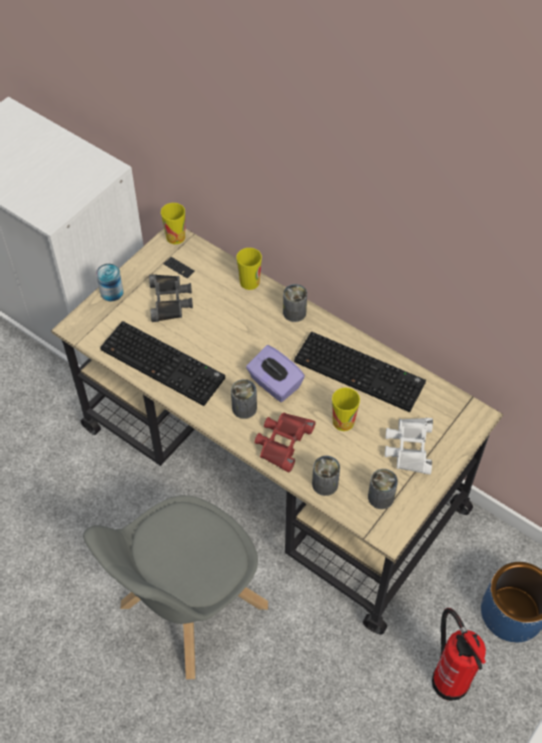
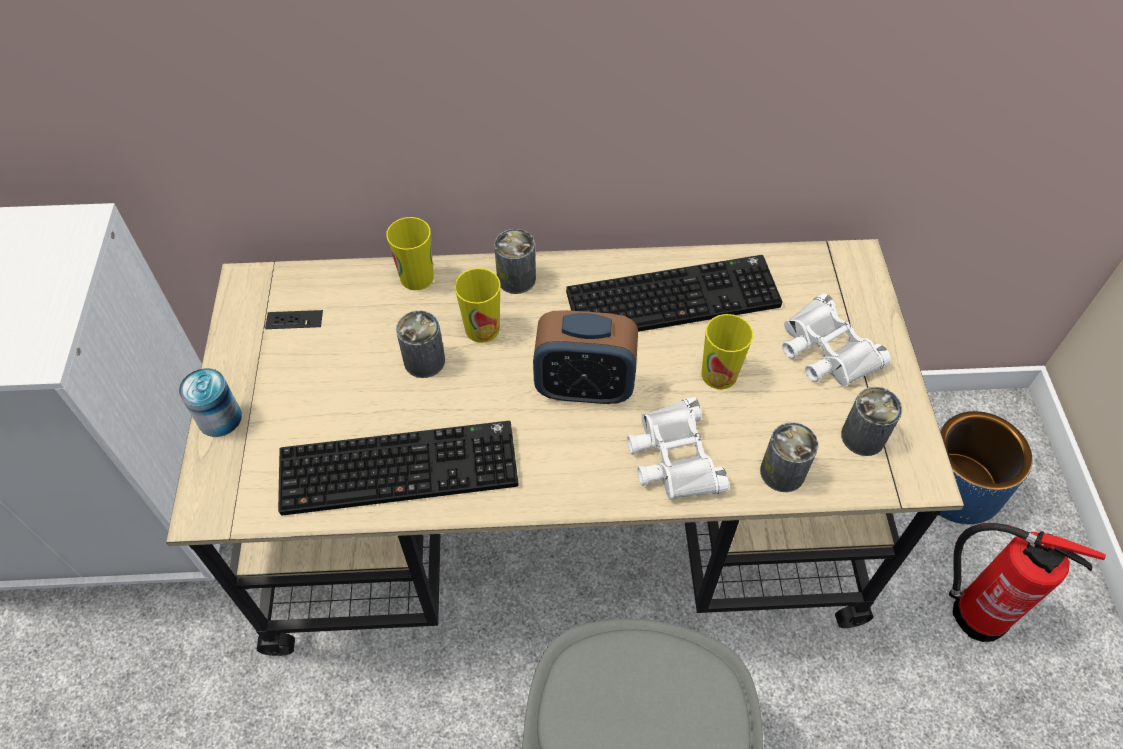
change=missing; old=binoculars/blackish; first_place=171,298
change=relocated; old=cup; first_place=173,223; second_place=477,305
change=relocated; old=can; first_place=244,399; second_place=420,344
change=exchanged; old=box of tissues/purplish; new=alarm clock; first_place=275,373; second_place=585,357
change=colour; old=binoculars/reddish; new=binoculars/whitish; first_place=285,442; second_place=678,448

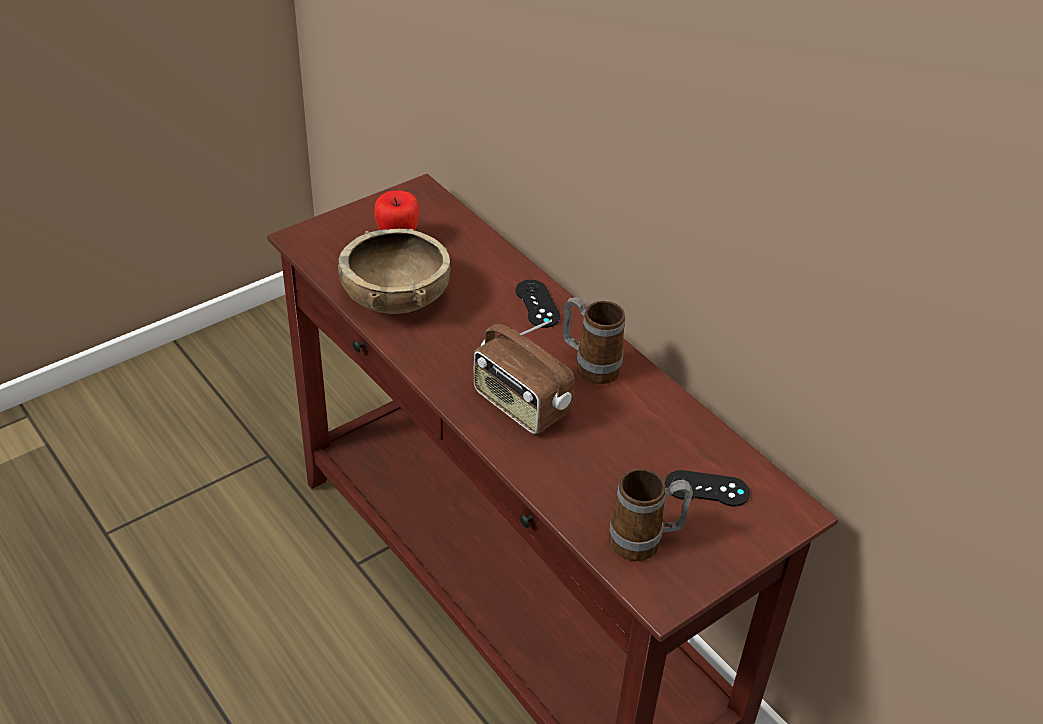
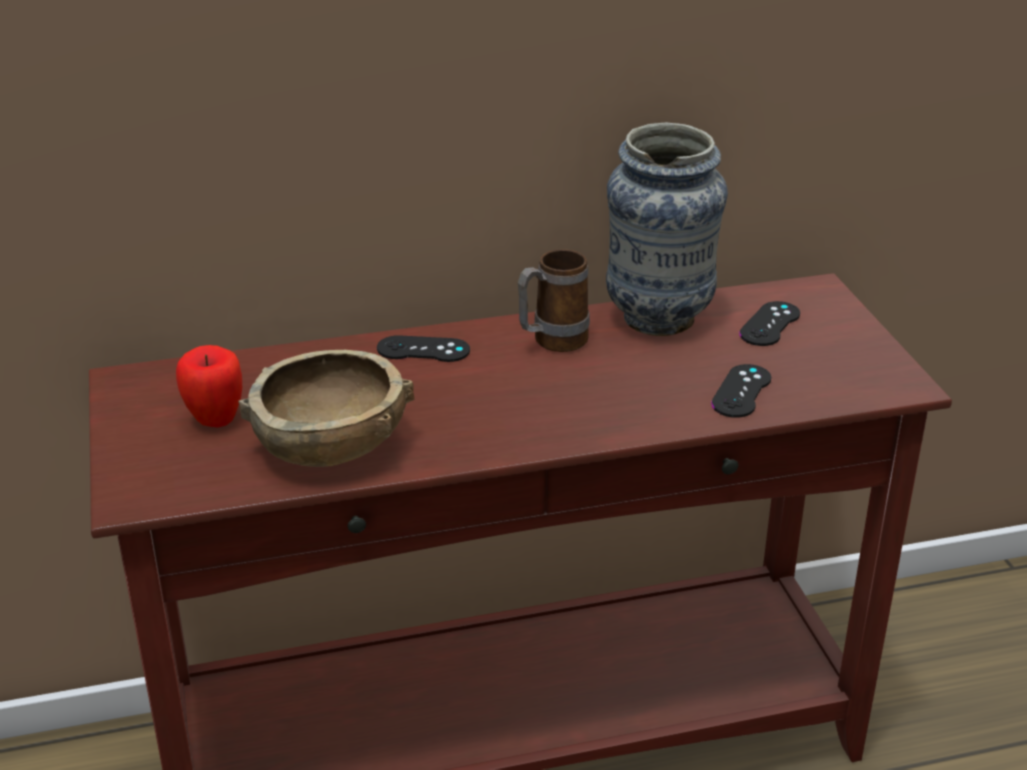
change=missing; old=radio set; first_place=524,377
change=missing; old=coffee mug; first_place=651,515
change=appeared; new=flower vase; second_place=667,229
change=appeared; new=joypad/blackish; second_place=741,391

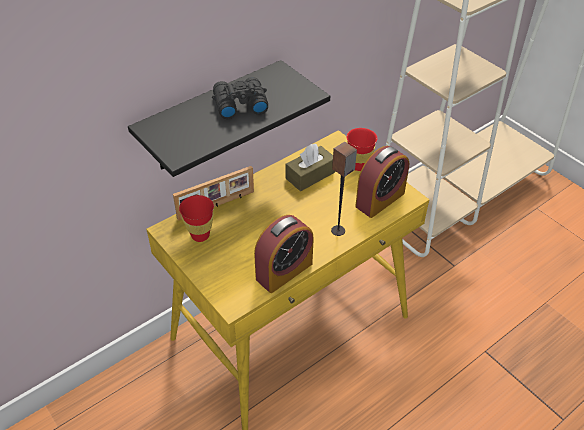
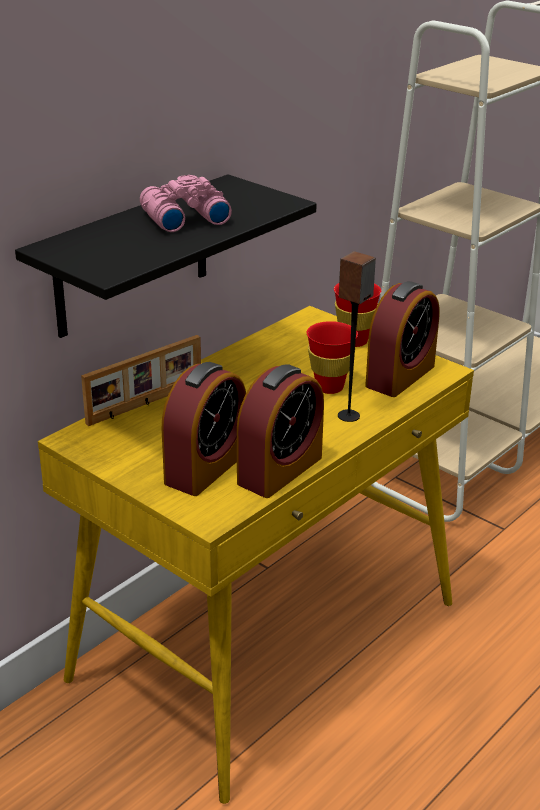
change=missing; old=box of tissues/brown-coloured; first_place=310,167
change=appeared; new=alarm clock; second_place=204,429
change=relocated; old=cup/reddish; first_place=196,218; second_place=332,357
change=colour; old=binoculars/blackish; new=binoculars/pink-coloured; first_place=240,98; second_place=186,203

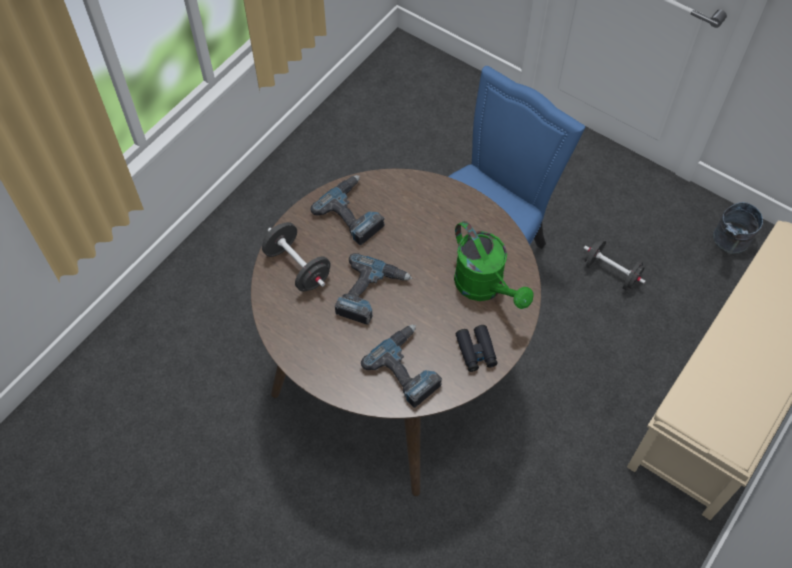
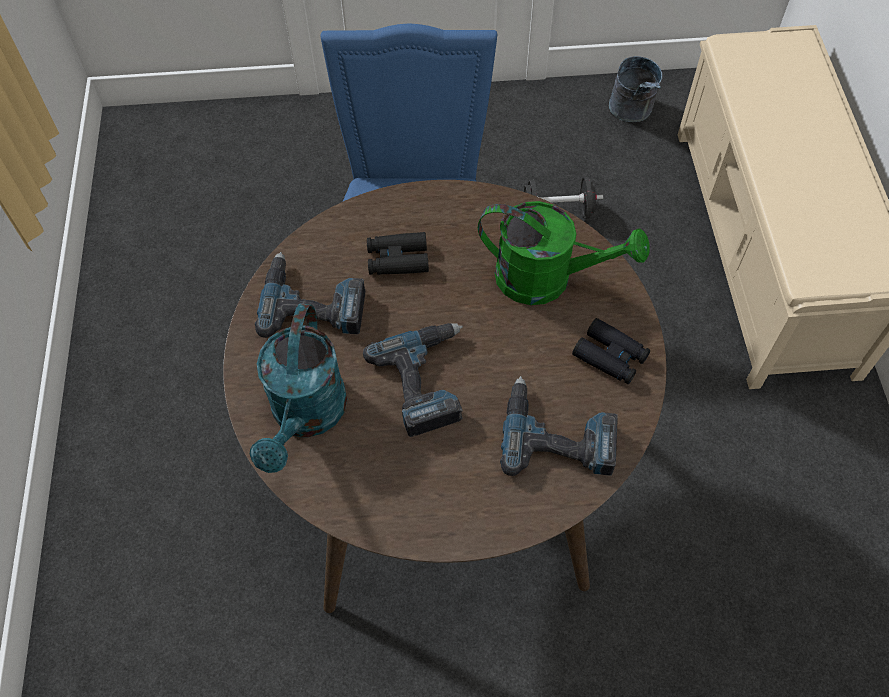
change=appeared; new=binoculars/blackish; second_place=398,253
change=exchanged; old=hand weight/blackish; new=watering can/turquoise-coloured; first_place=296,256; second_place=298,388

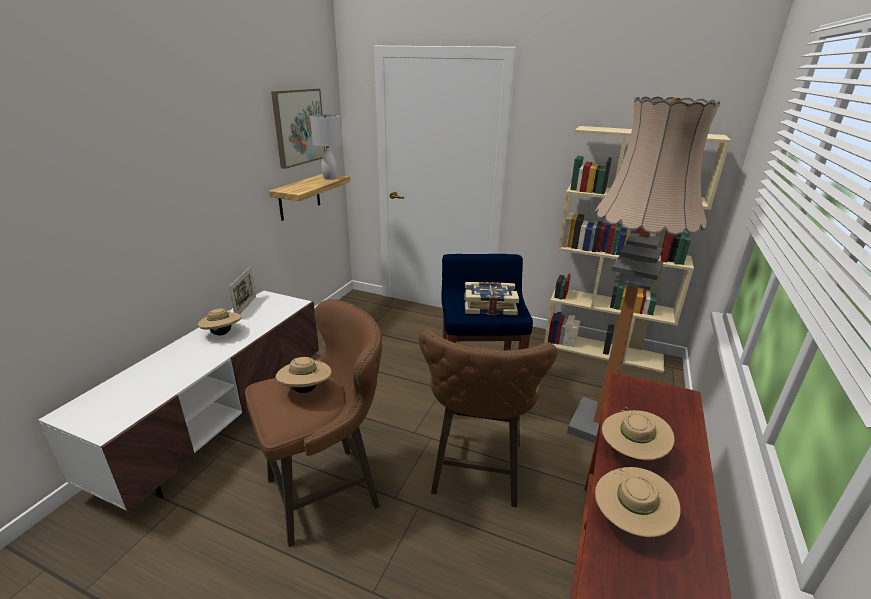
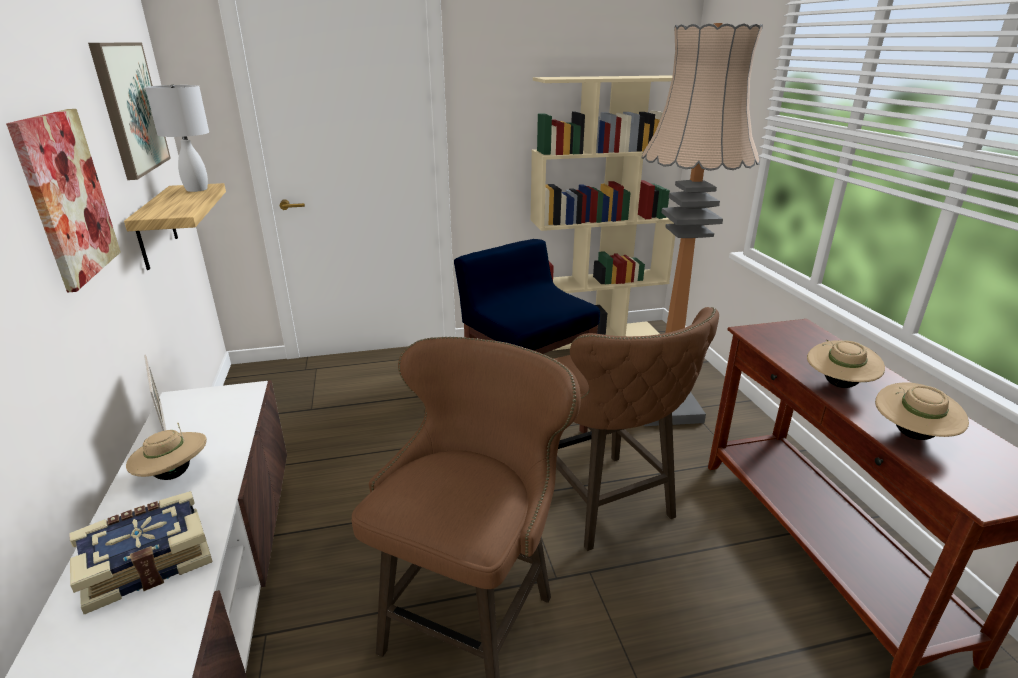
change=missing; old=hat/sand-coloured; first_place=304,375
change=appeared; new=wall art; second_place=63,200
change=relocated; old=bound book; first_place=491,298; second_place=141,552

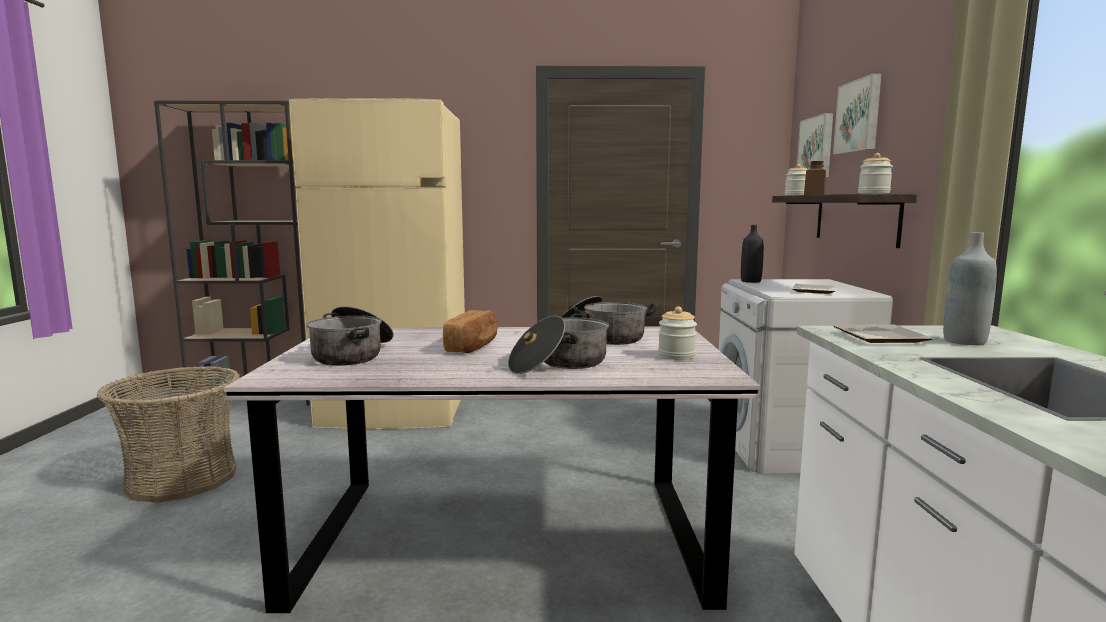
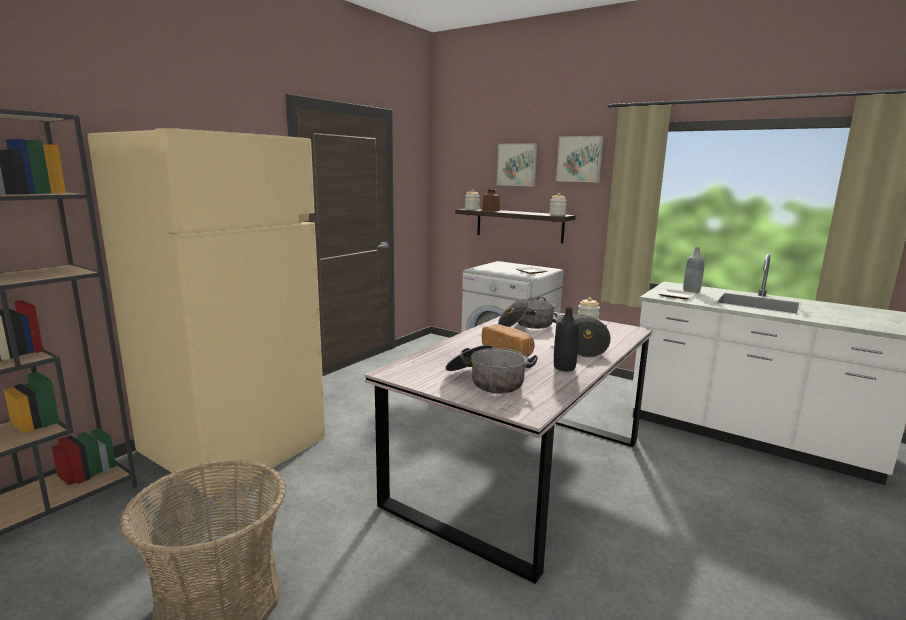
change=relocated; old=bottle/blackish; first_place=752,254; second_place=566,339
change=relocated; old=wall art; first_place=815,145; second_place=580,159

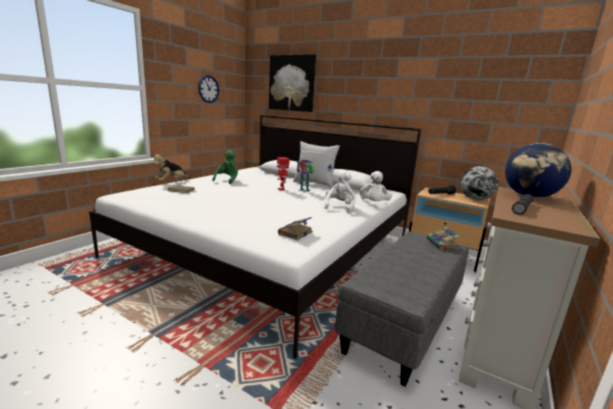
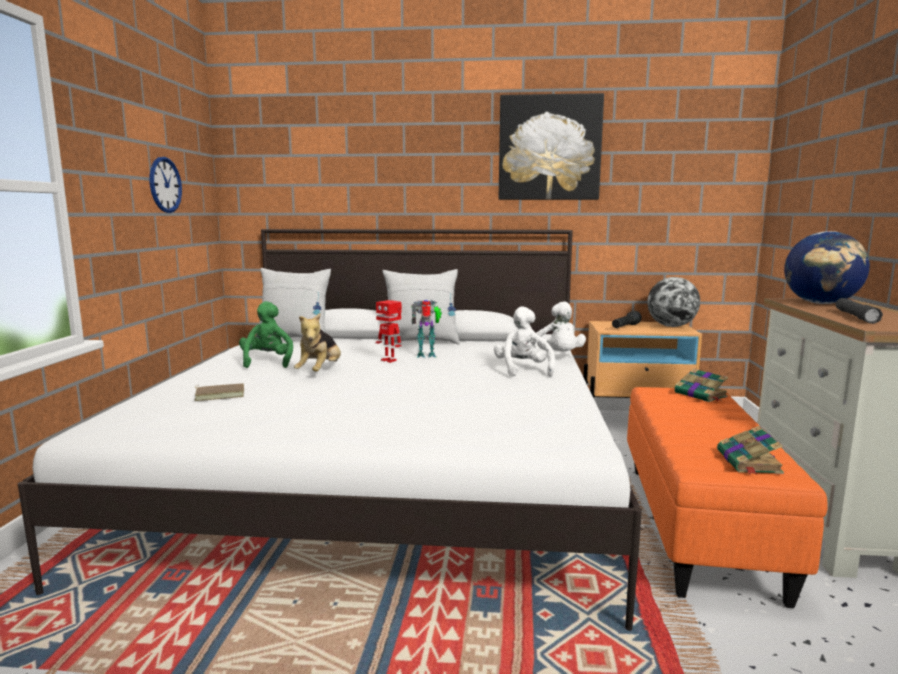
change=appeared; new=throw pillow/gray; second_place=293,303
change=relocated; old=cuddly toy; first_place=171,167; second_place=317,342
change=relocated; old=wall art; first_place=292,83; second_place=551,146
change=relocated; old=bound book; first_place=295,228; second_place=750,450
change=colour; old=footrest/gray; new=footrest/orangey; first_place=402,309; second_place=727,497

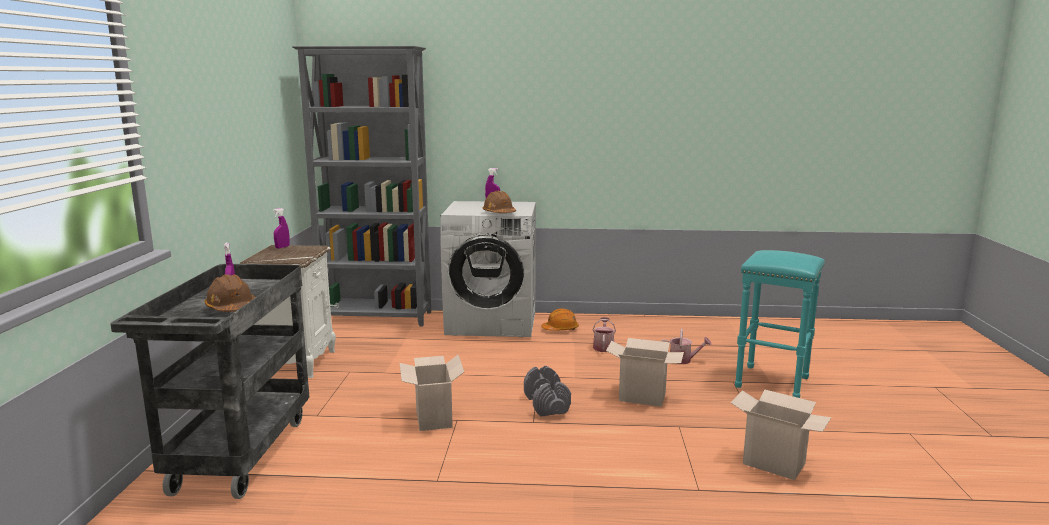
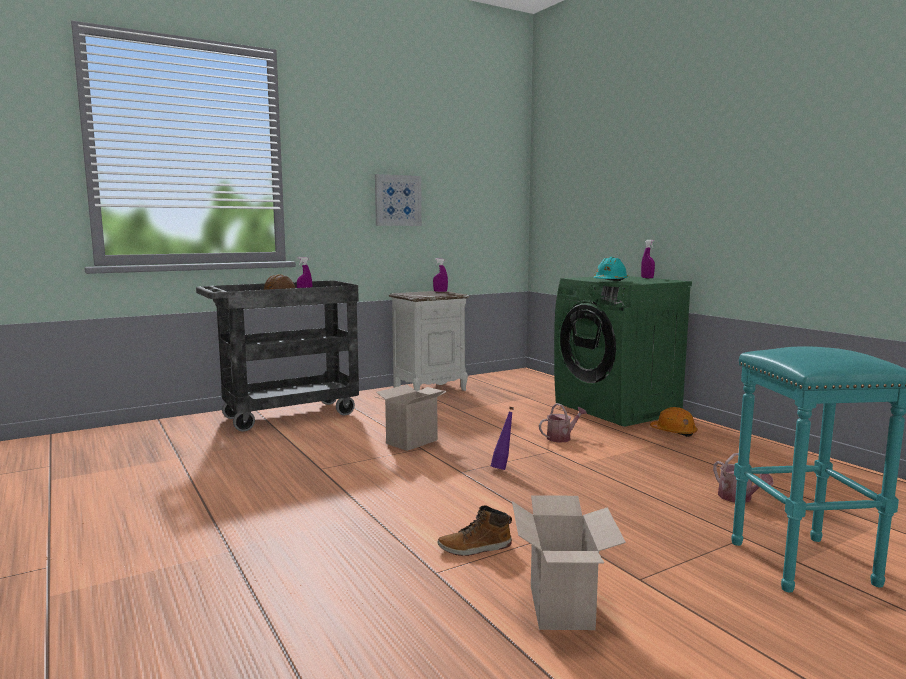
change=missing; old=bookshelf/gray; first_place=361,186
change=missing; old=packing box; first_place=645,372
change=appeared; new=wall art; second_place=398,200
change=appeared; new=boot; second_place=475,530
change=relocated; old=watering can; first_place=604,334; second_place=563,423
change=exchanged; old=hand weight/gray; new=bottle/purplish; first_place=547,391; second_place=502,438
change=colour; old=washing machine/whitish; new=washing machine/green; first_place=488,269; second_place=623,351
change=colour; old=work helmet/brown-coloured; new=work helmet/turquoise-coloured; first_place=499,202; second_place=611,269

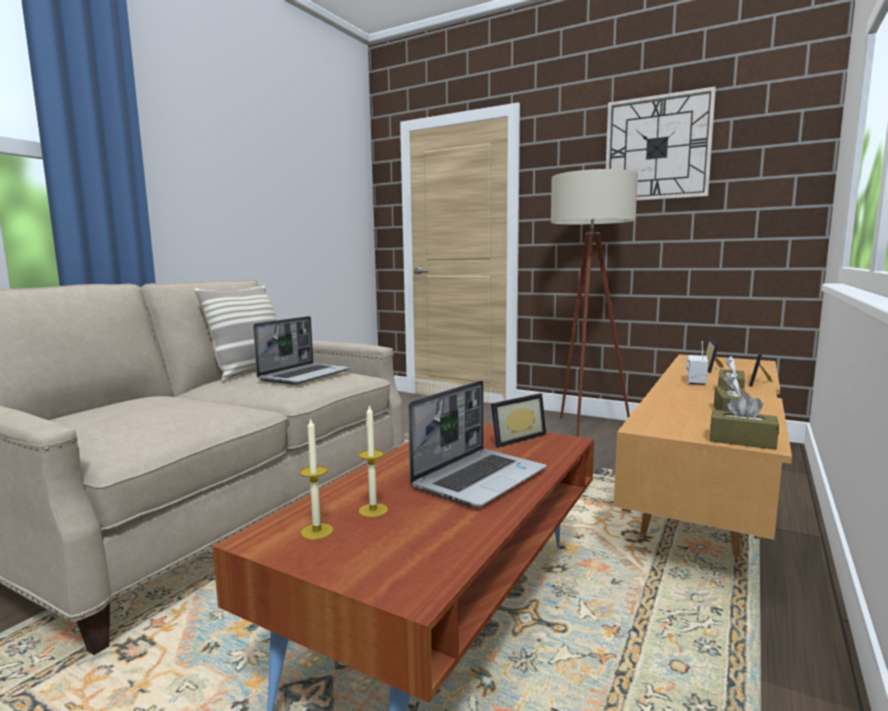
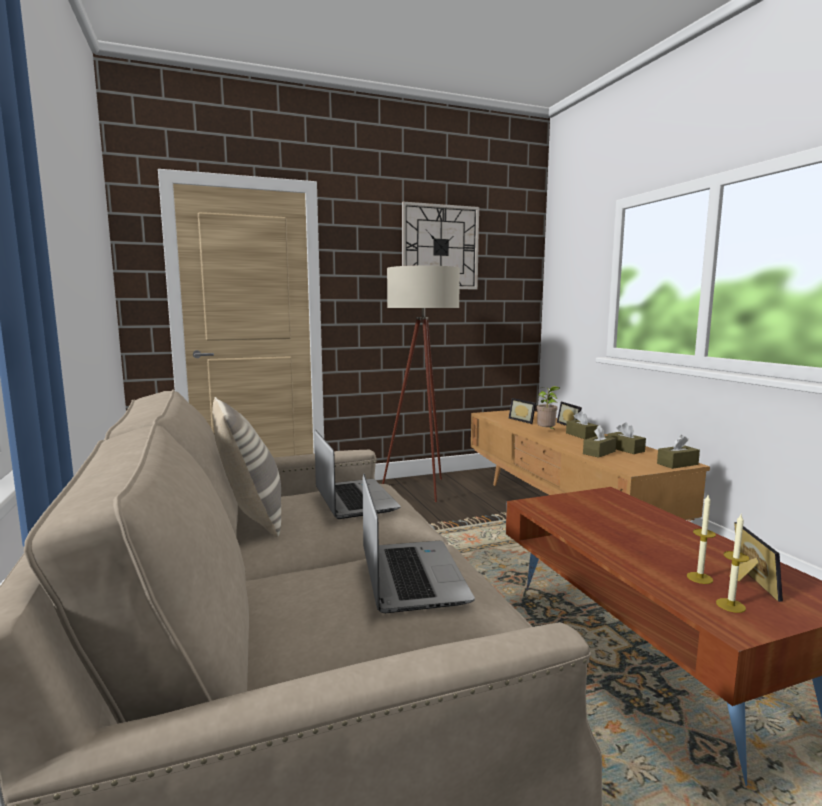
change=appeared; new=box of tissues/brown-coloured; second_place=599,441
change=relocated; old=portable computer; first_place=477,443; second_place=418,543
change=relocated; old=photo frame; first_place=518,420; second_place=756,562
change=exchanged; old=radio set; new=potted plant; first_place=697,363; second_place=548,408

